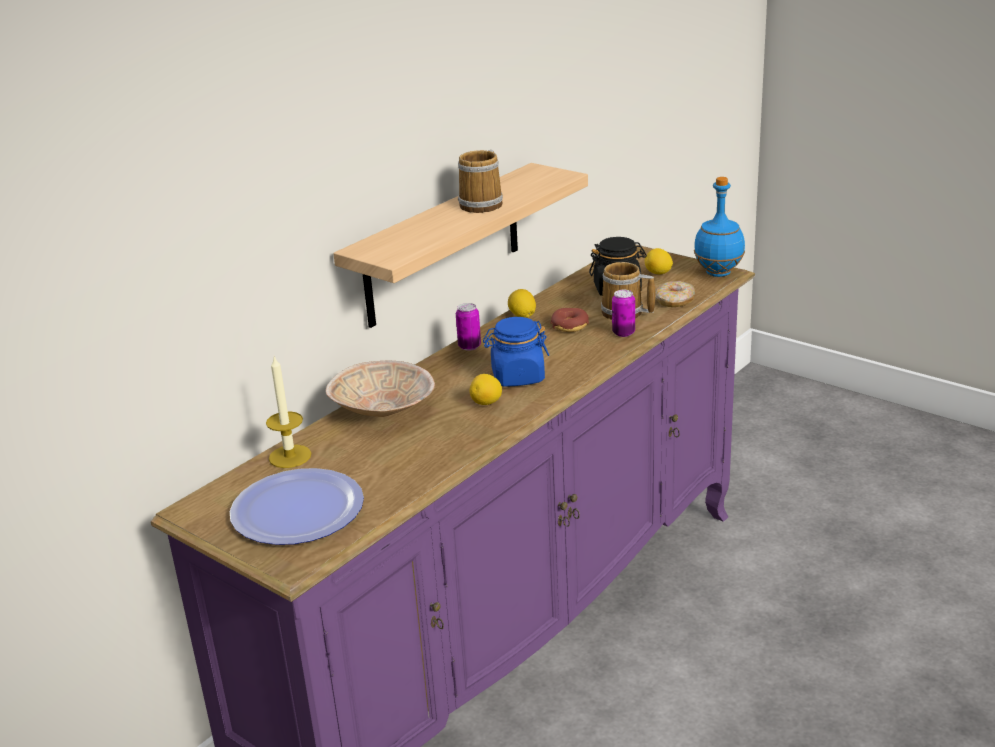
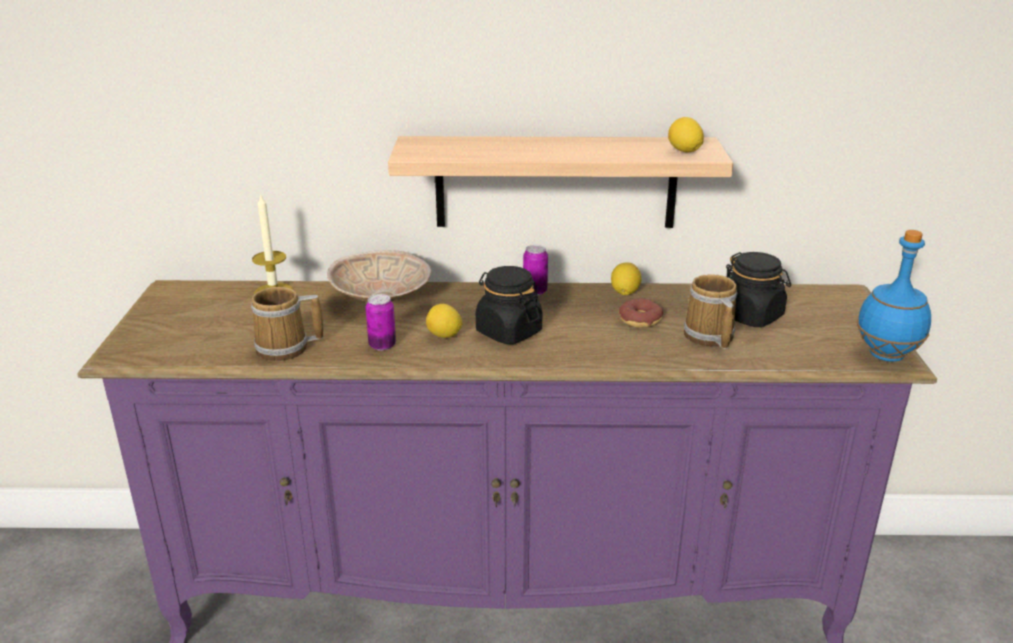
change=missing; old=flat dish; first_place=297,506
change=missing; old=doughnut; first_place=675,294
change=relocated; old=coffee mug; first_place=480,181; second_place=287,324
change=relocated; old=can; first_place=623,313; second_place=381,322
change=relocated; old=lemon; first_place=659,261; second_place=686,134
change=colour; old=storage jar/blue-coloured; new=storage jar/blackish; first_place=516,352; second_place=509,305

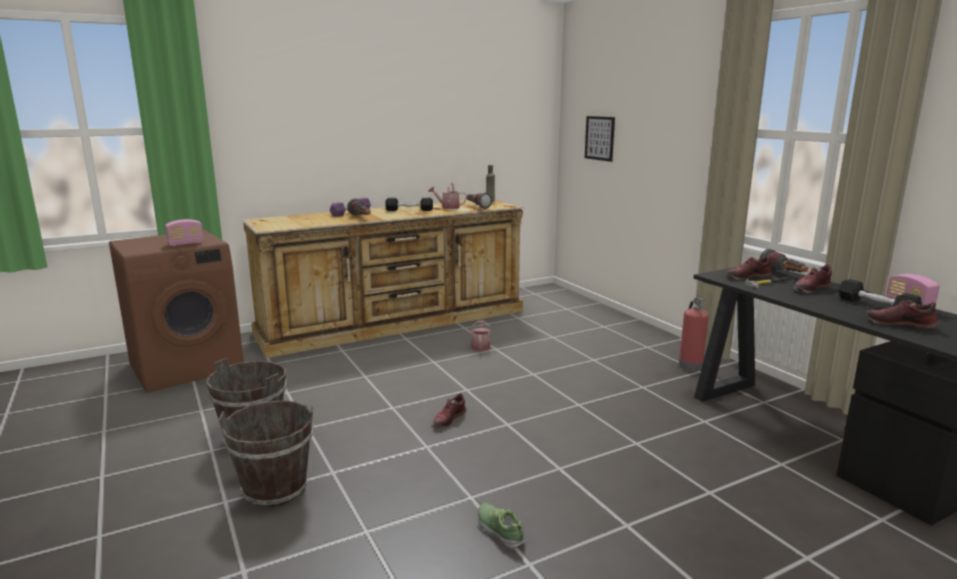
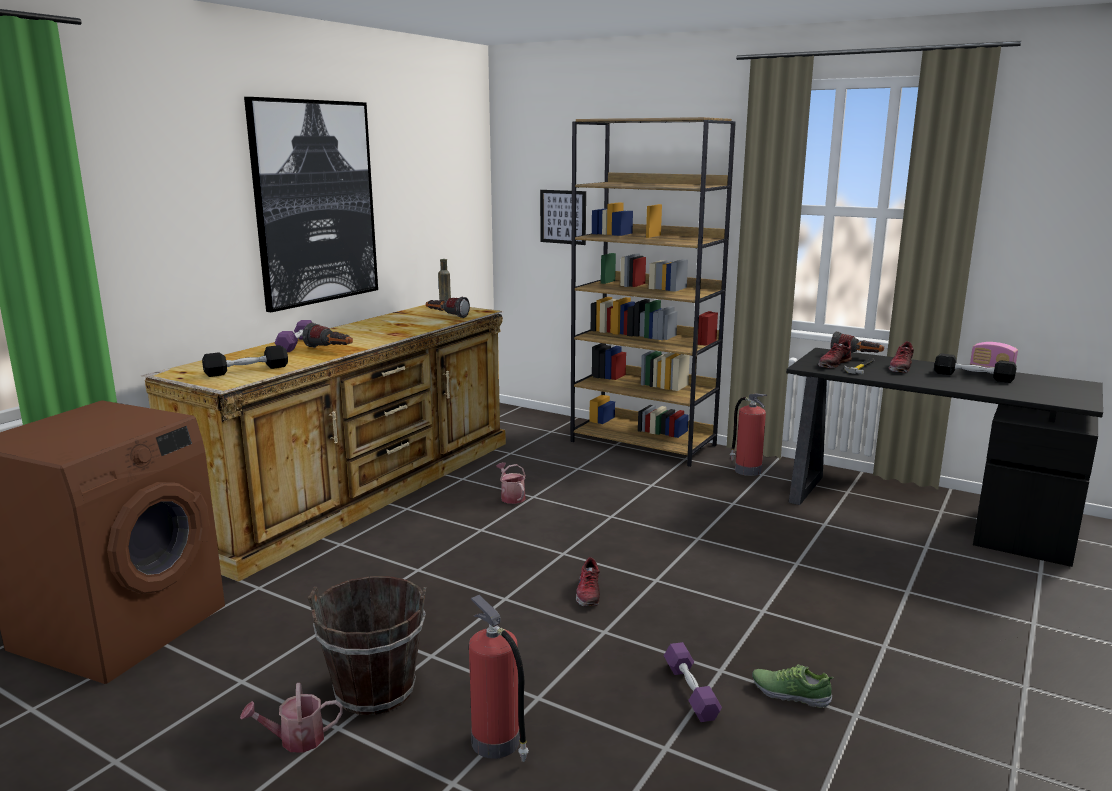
change=missing; old=radio set; first_place=184,232
change=missing; old=item of footwear; first_place=902,314
change=appeared; new=wall art; second_place=311,204
change=appeared; new=bookshelf/brown-coloured; second_place=653,292
change=appeared; new=hand weight/purplish; second_place=693,682
change=relocated; old=hand weight/blackish; first_place=409,204; second_place=245,361
change=relocated; old=watering can; first_place=447,195; second_place=291,718
change=exchanged; old=water bucket/brown-coloured; new=extinguisher; first_place=266,454; second_place=499,678

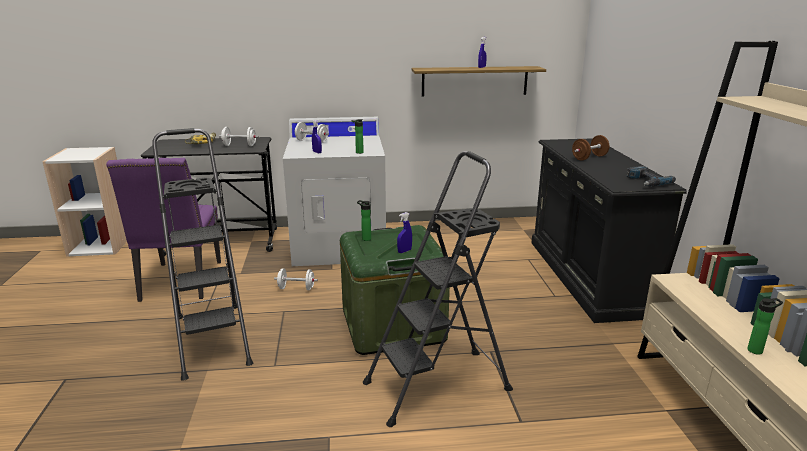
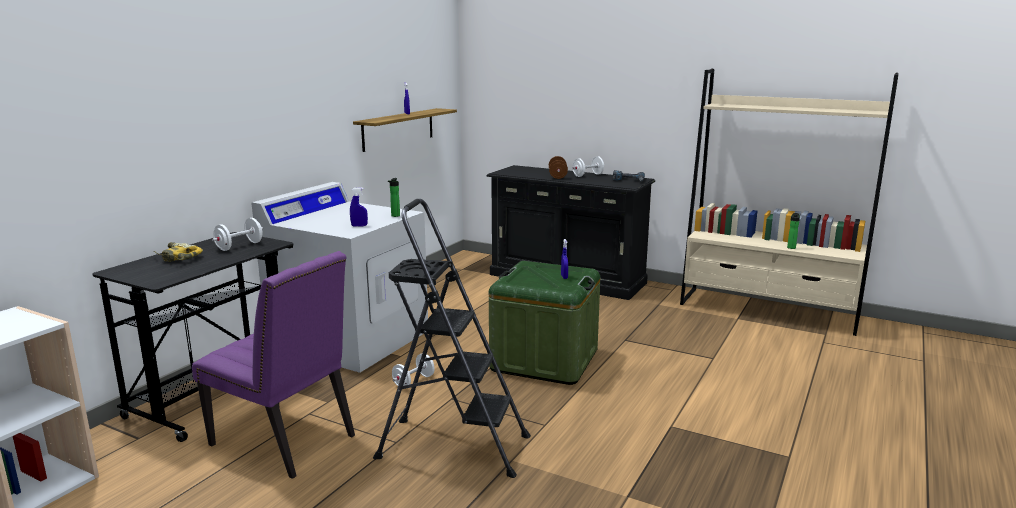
change=missing; old=bottle; first_place=364,220
change=missing; old=step ladder; first_place=438,289
change=relocated; old=hand weight/whitish; first_place=311,132; second_place=588,166

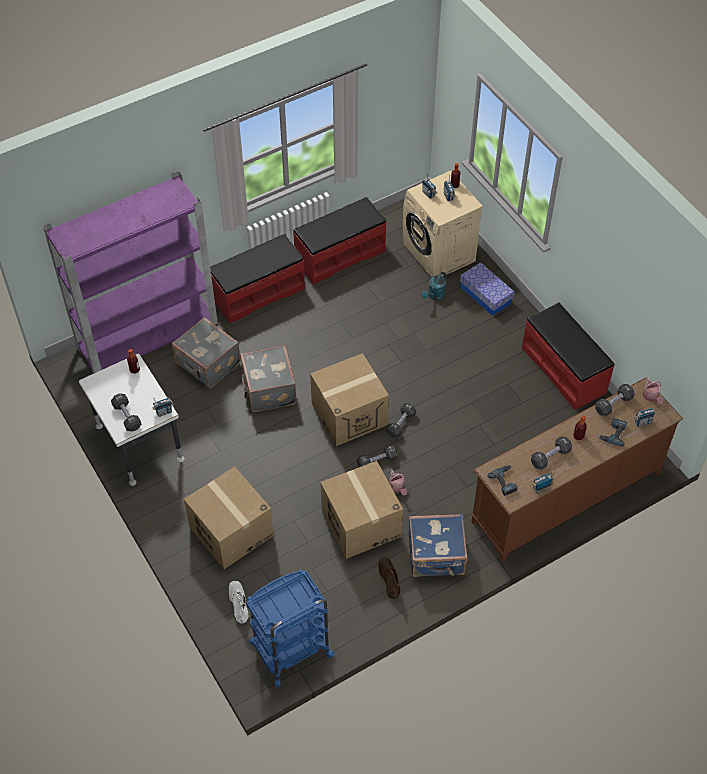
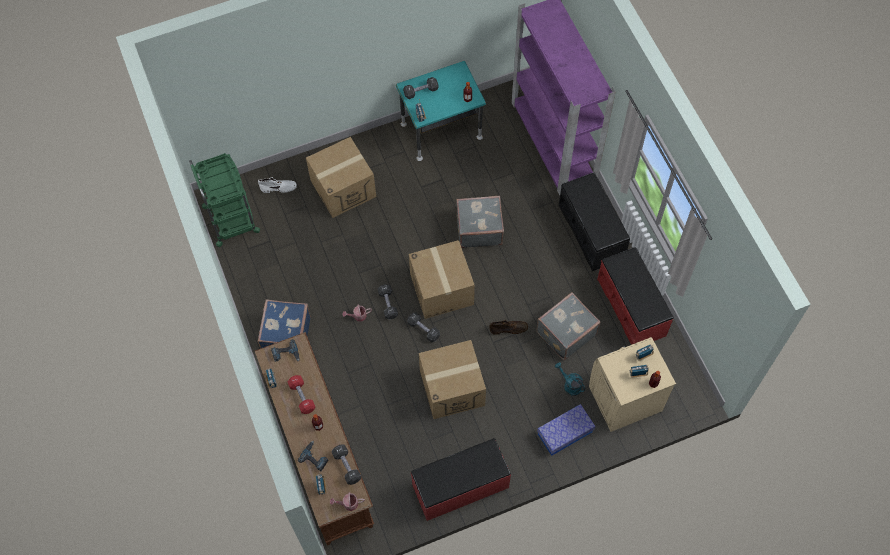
change=relocated; old=piece of luggage/gray; first_place=206,352; second_place=568,326
change=relocated; old=packing box; first_place=362,510; second_place=452,379
change=relocated; old=boot/brown-coloured; first_place=389,578; second_place=508,327
change=colour; old=desk/whitish; new=desk/turquoise-coloured; first_place=131,419; second_place=441,111
change=colour; old=indoor bench/reddish; new=indoor bench/blackish; first_place=257,278; second_place=594,221
change=colour; old=wheeled cart/blue-coloured; new=wheeled cart/green; first_place=291,628; second_place=224,200
change=colour; old=hand weight/blackish; new=hand weight/reddish; first_place=551,453; second_place=301,394

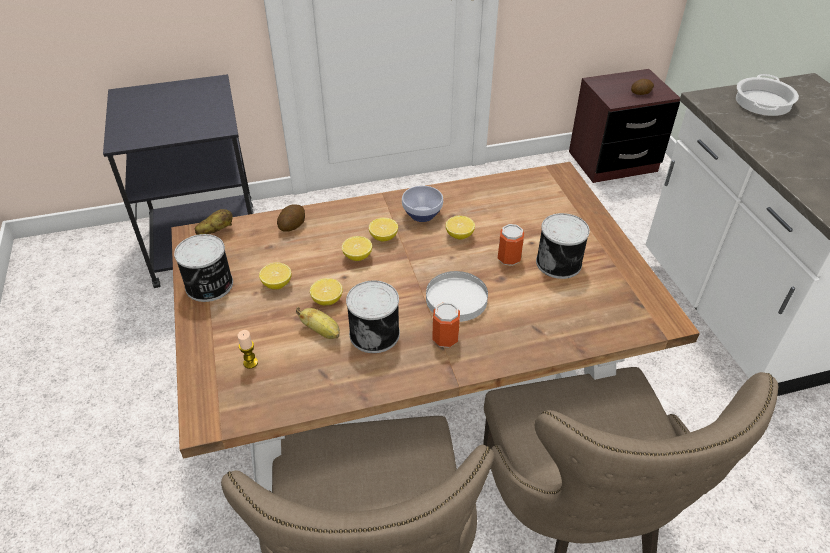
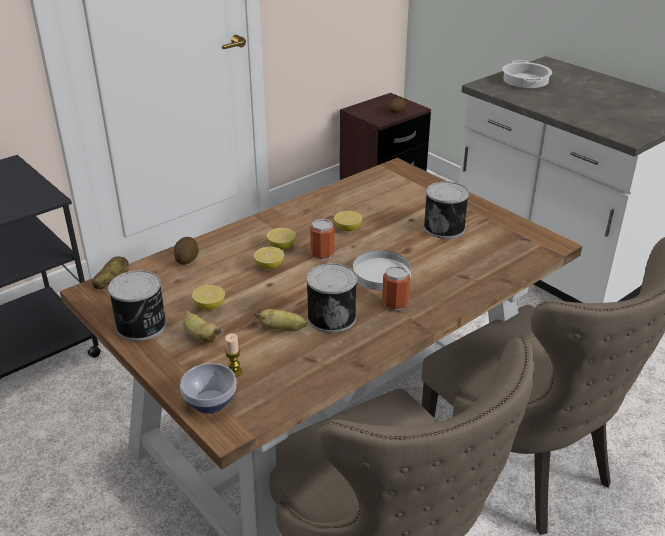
change=missing; old=lemon; first_place=326,291
change=appeared; new=banana; second_place=202,326
change=relocated; old=serving bowl; first_place=422,204; second_place=208,388
change=relocated; old=can; first_place=511,245; second_place=322,239

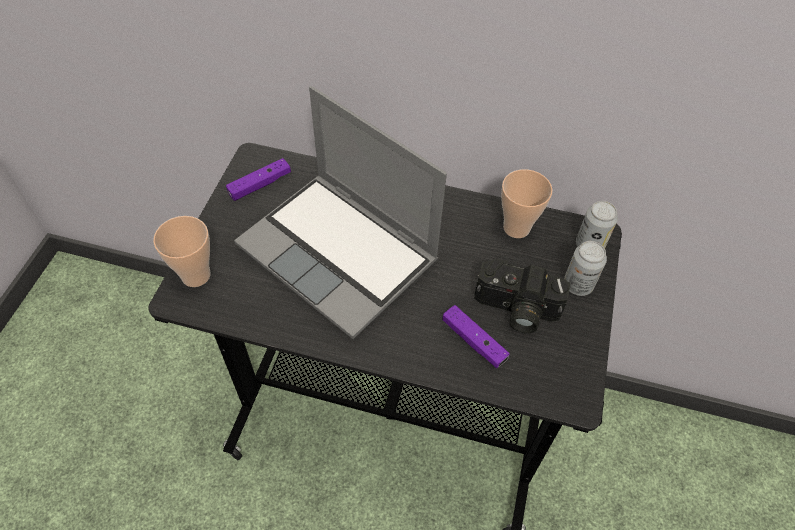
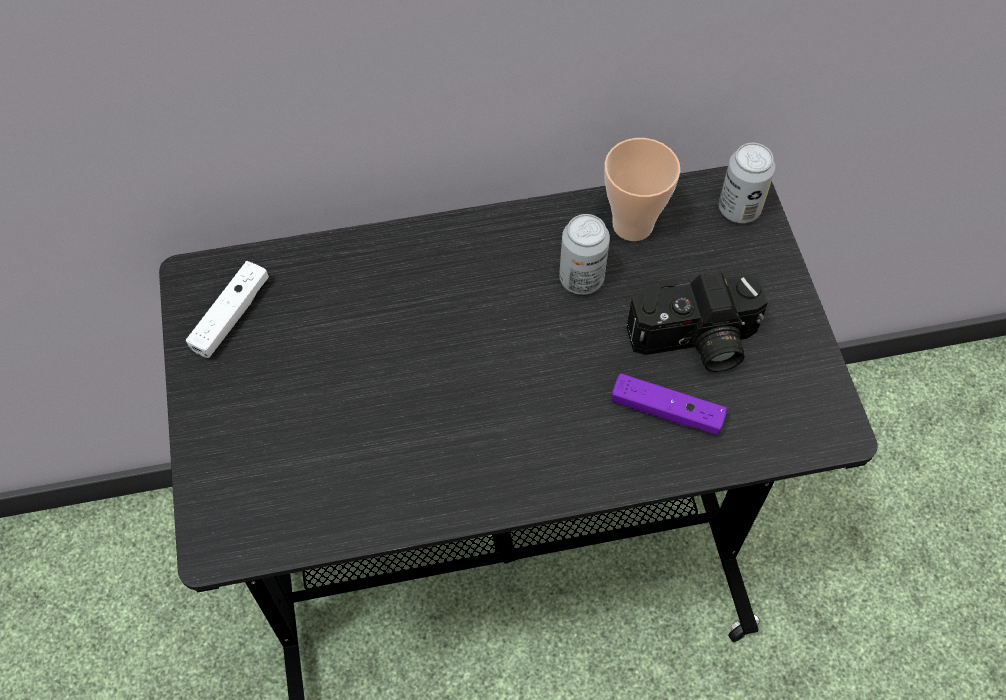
change=missing; old=cup; first_place=181,251
change=missing; old=portable computer; first_place=340,212
change=relocated; old=can; first_place=585,268; second_place=584,254
change=colour; old=joypad/purplish; new=joypad/whitish; first_place=258,179; second_place=227,309

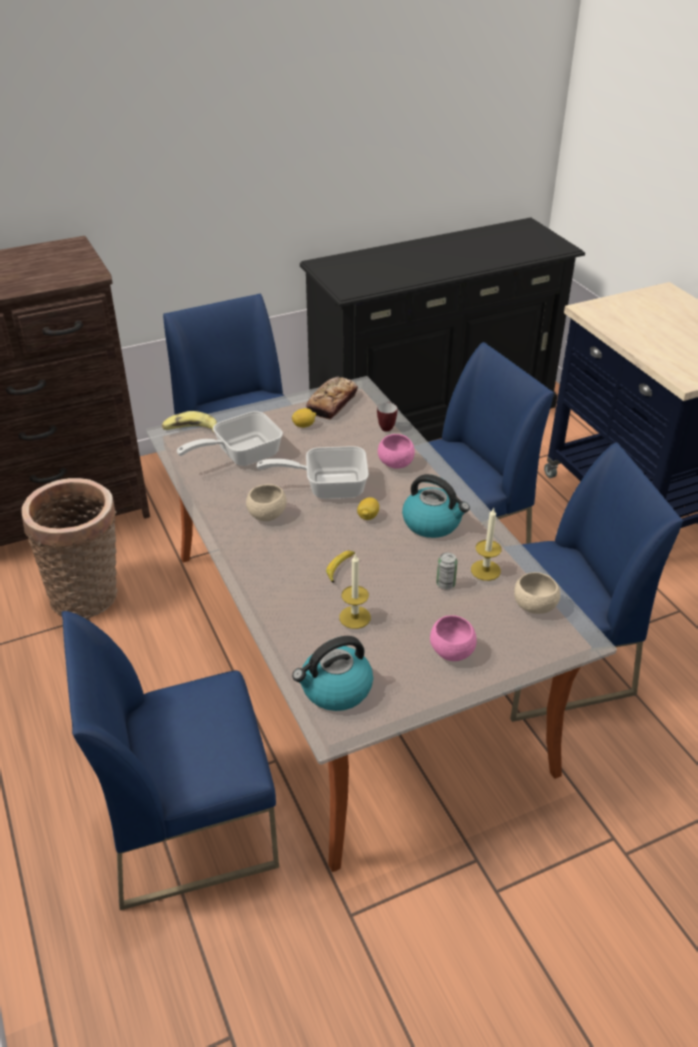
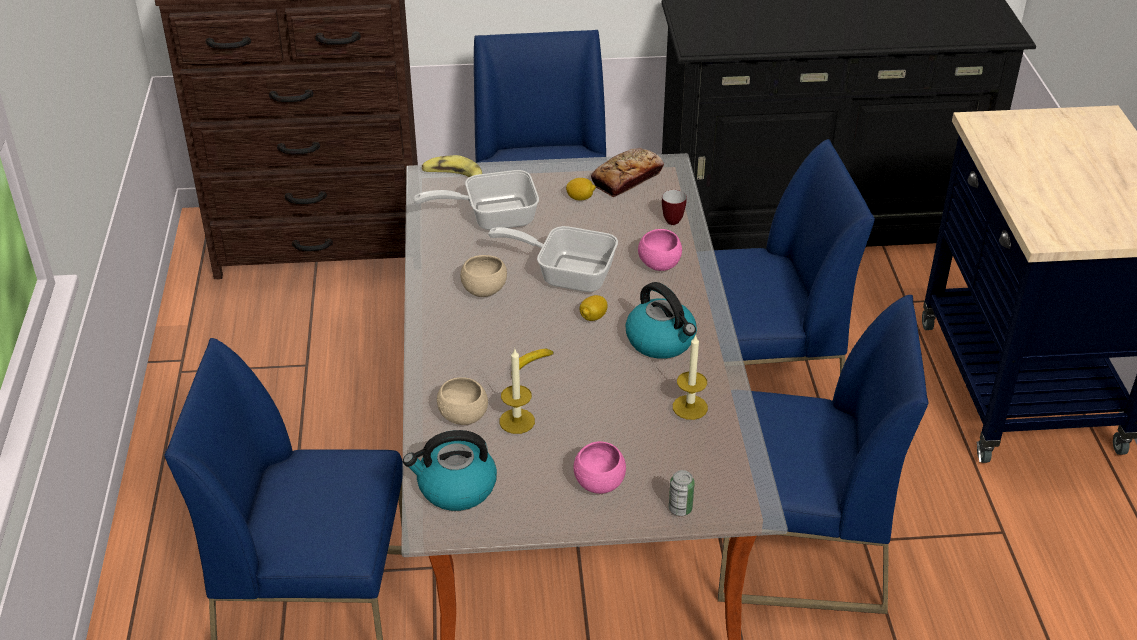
change=missing; old=storage basket; first_place=69,548
change=relocated; old=can; first_place=446,570; second_place=682,493
change=relocated; old=serving bowl/sand-coloured; first_place=537,593; second_place=462,401

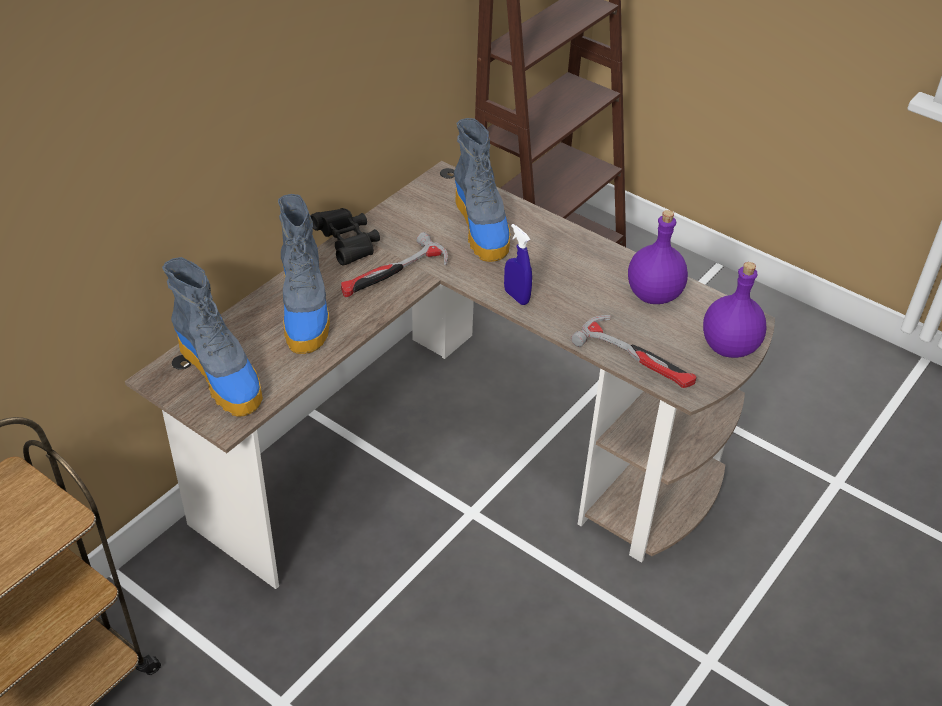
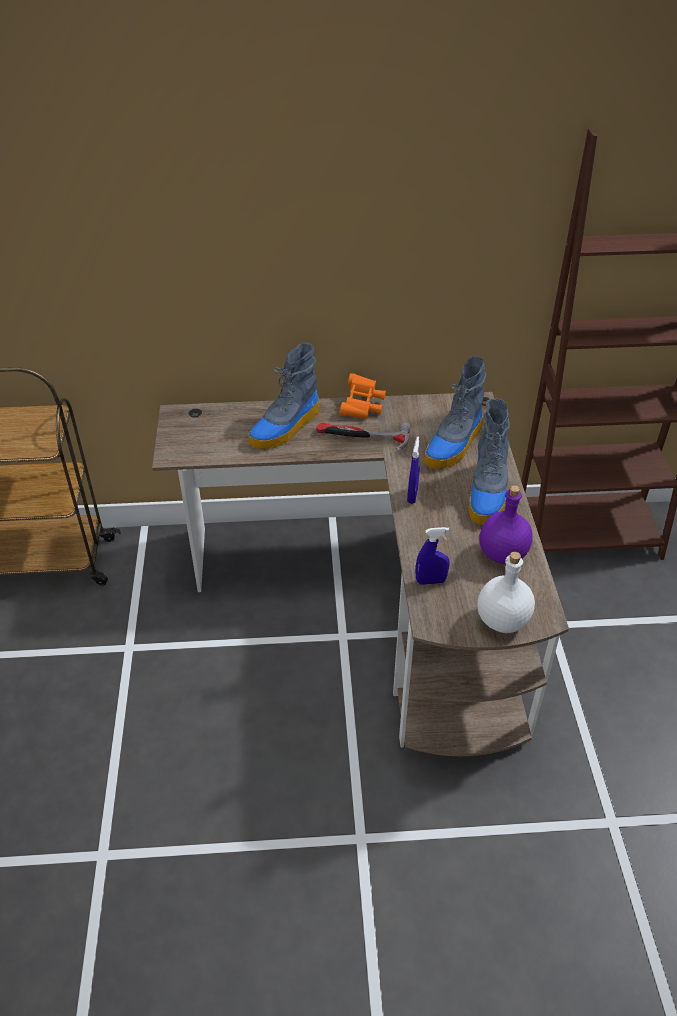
change=relocated; old=boot; first_place=212,337; second_place=489,462
change=exchanged; old=hammer; new=hand sprayer/blue-coloured; first_place=634,351; second_place=433,556
change=colour; old=binoculars/blackish; new=binoculars/orangey; first_place=345,237; second_place=363,396
change=colour; old=bottle/purplish; new=bottle/whitish; first_place=734,310; second_place=506,592

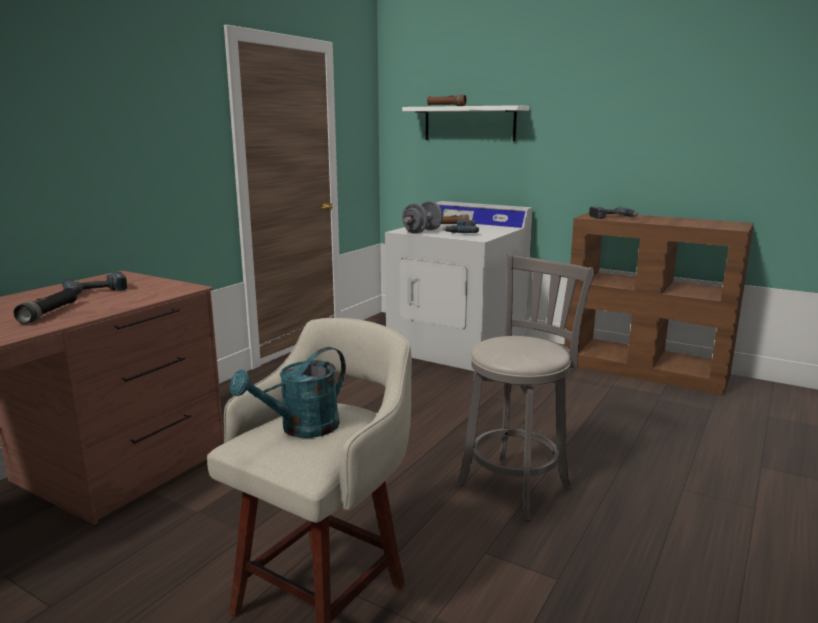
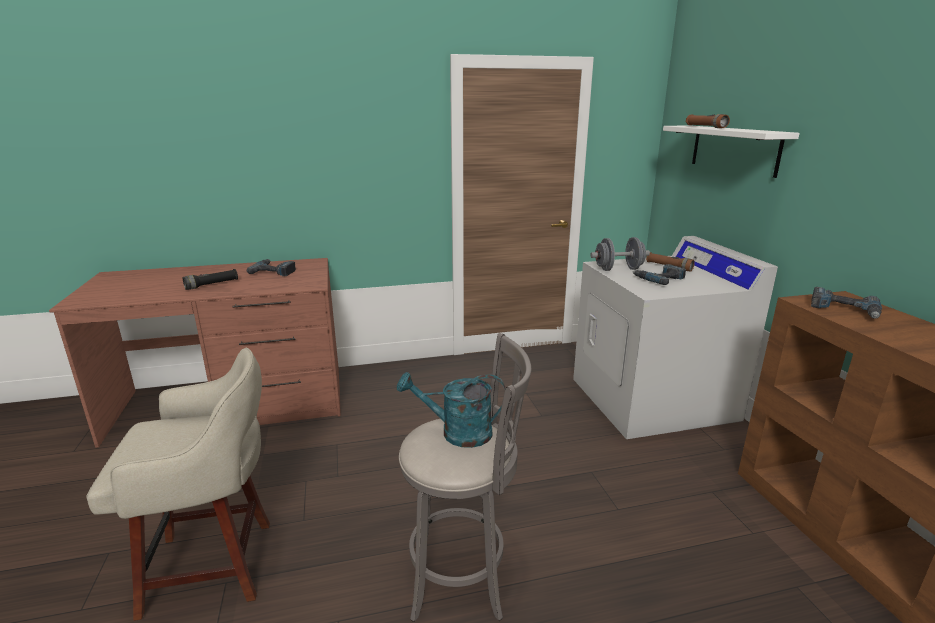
change=relocated; old=watering can/turquoise-coloured; first_place=287,392; second_place=451,410

